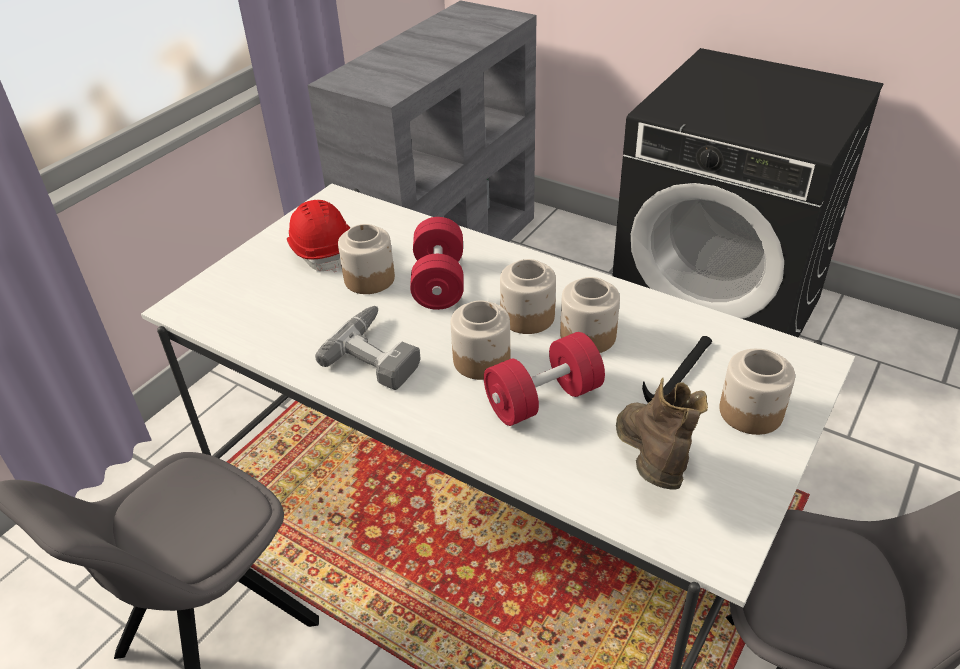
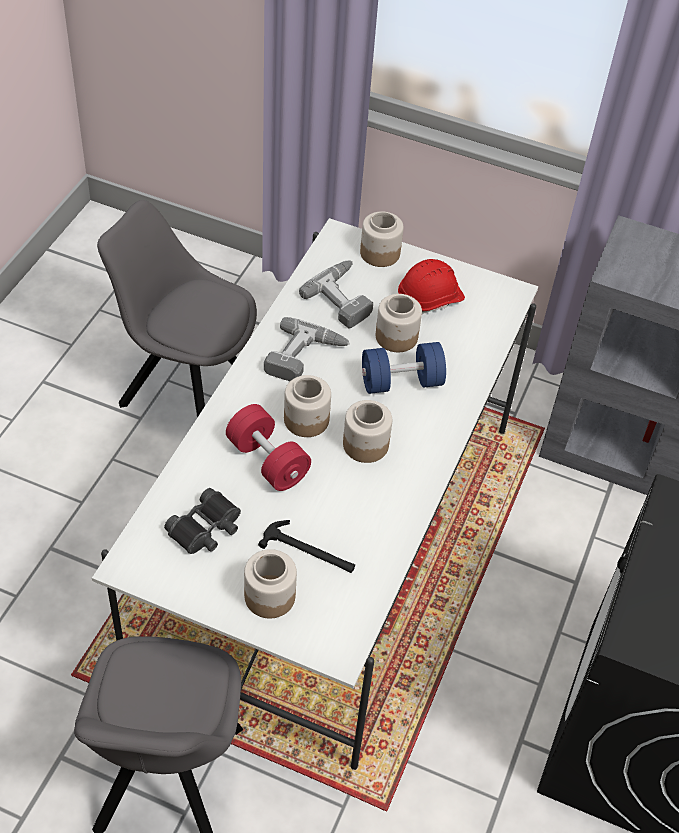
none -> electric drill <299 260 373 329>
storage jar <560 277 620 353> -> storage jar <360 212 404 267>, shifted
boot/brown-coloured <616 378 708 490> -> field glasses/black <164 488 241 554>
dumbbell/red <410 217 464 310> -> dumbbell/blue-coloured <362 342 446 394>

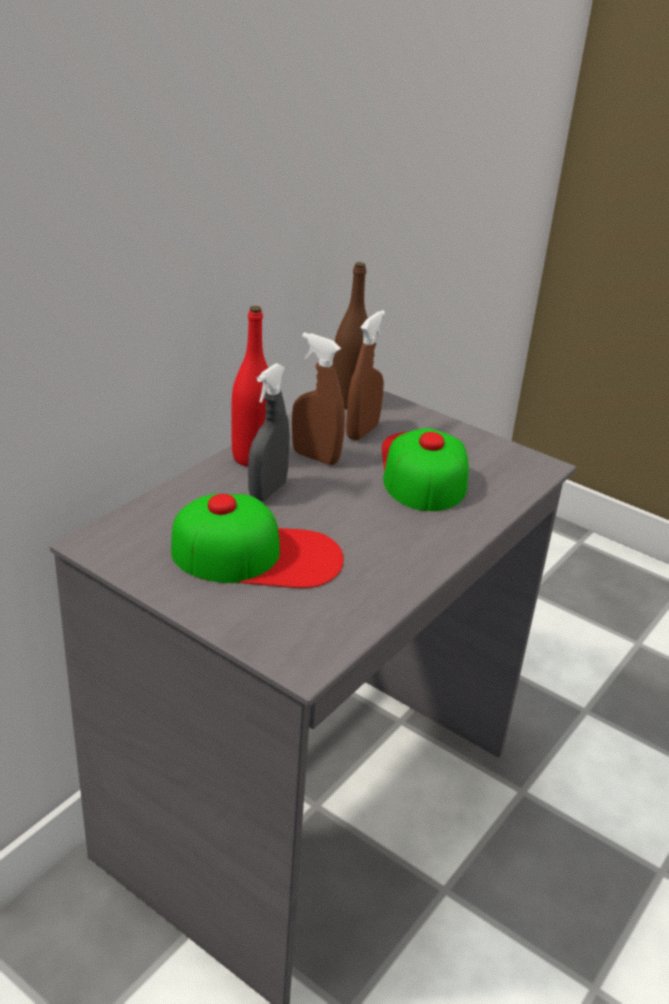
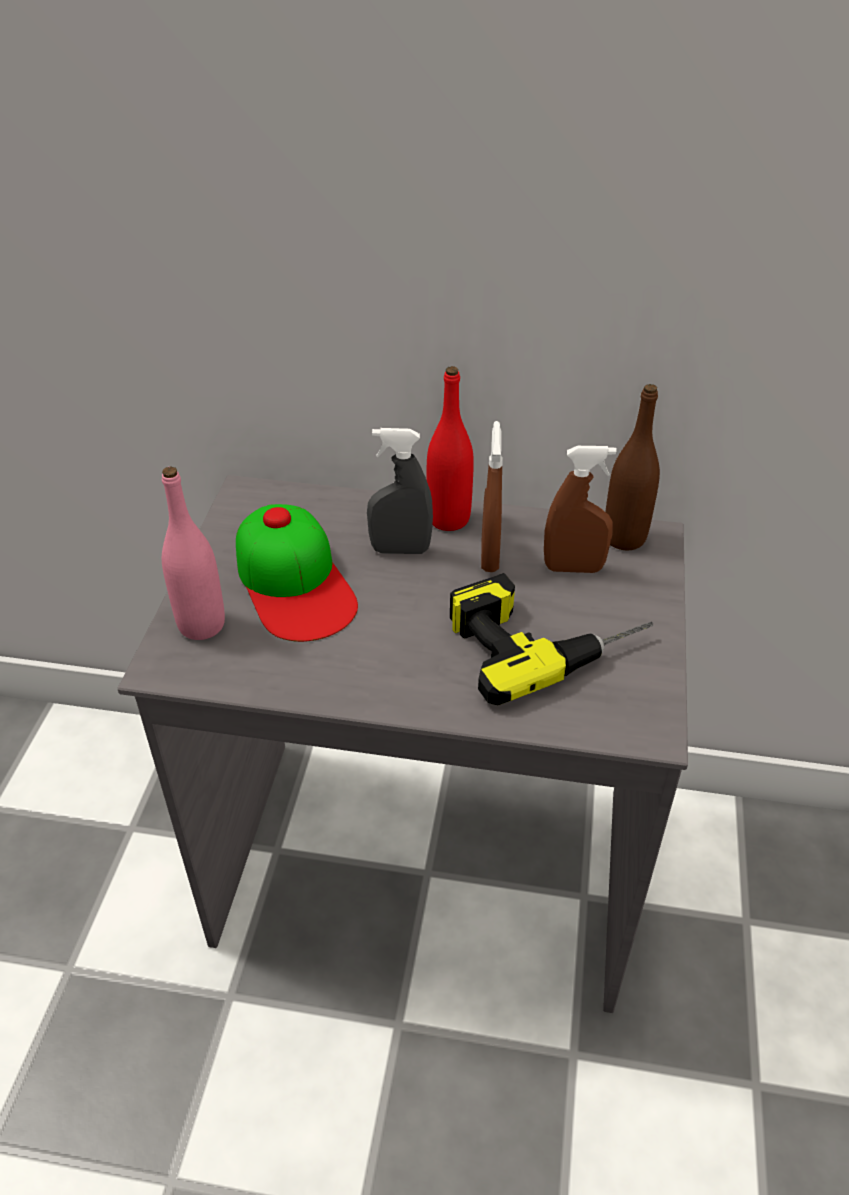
none -> bottle/pink <162 467 225 640>
peaked cap <382 428 469 511> -> electric drill <450 573 653 705>

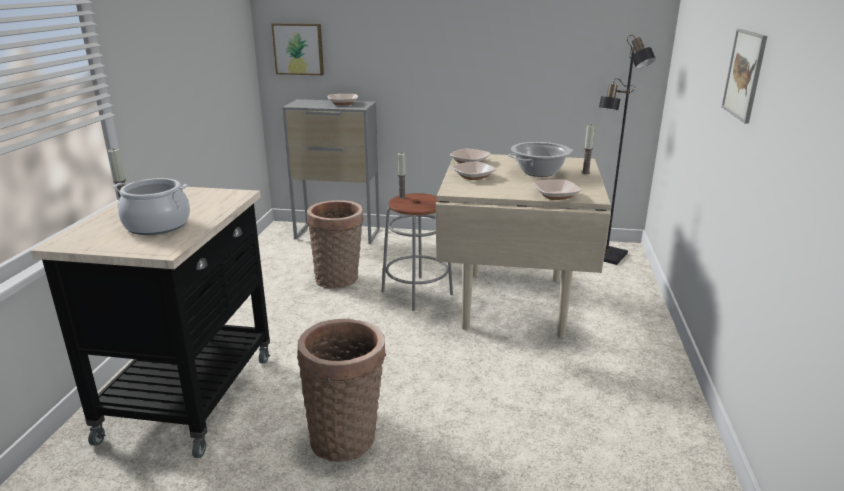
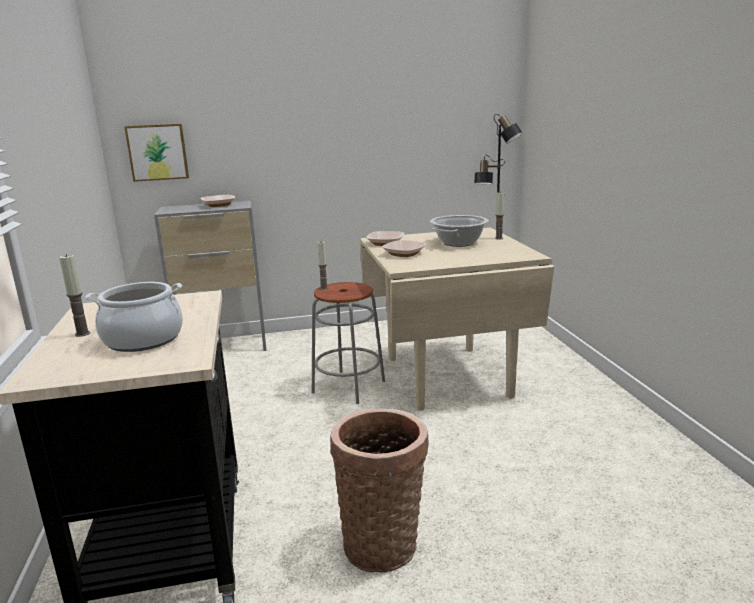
basket <307 200 364 289> -> none
bowl <533 180 581 200> -> none
picture <722 29 768 124> -> none

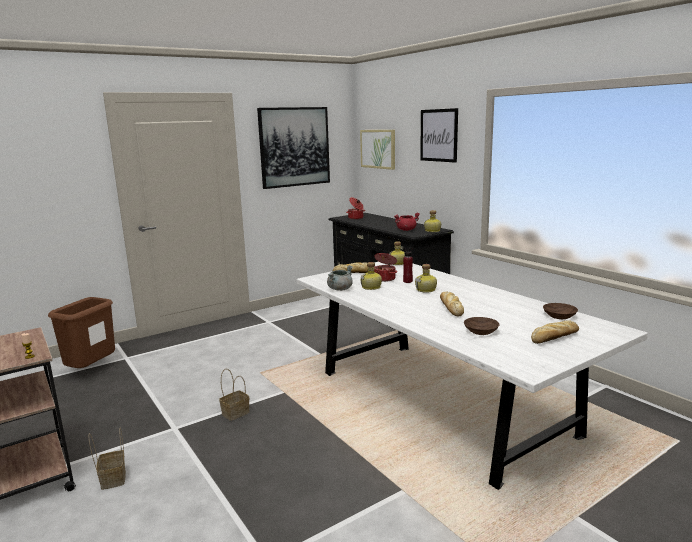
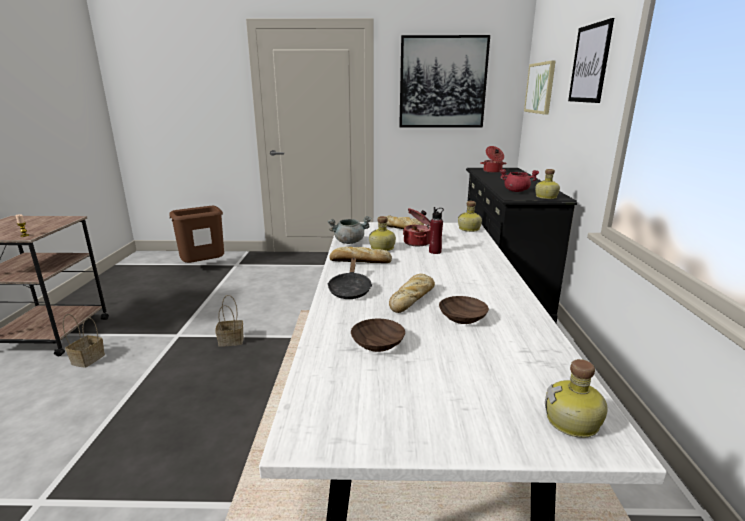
none -> pan/black <327 258 372 299>
bottle <415 264 437 293> -> bottle <545 359 608 438>, shifted
baked bread <531 320 579 344> -> baked bread <329 247 392 263>, shifted
bowl/brown-coloured <543 303 578 319> -> bowl/brown-coloured <439 296 489 324>, shifted

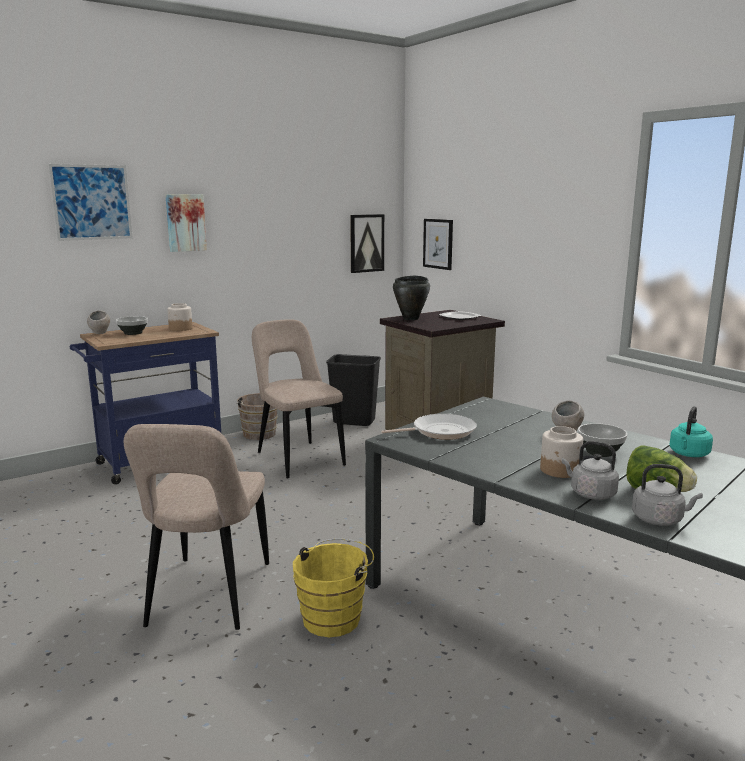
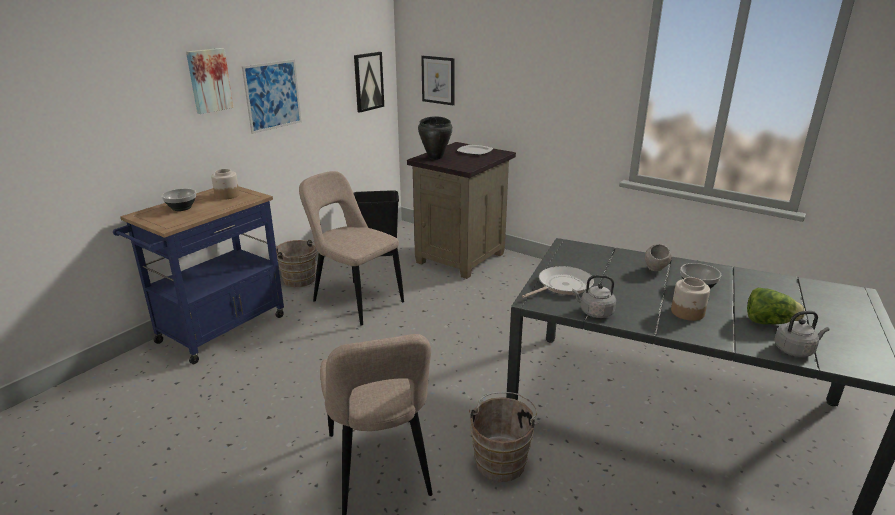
bowl/greyish <87 310 110 334> -> none
water kettle/turquoise <670 406 713 457> -> none
picture <48 164 133 241> -> picture <242 59 302 134>, shifted
water kettle/greyish <562 441 619 500> -> water kettle/greyish <572 275 616 318>, shifted
pail/yellow-coloured <293 538 374 637> -> pail/brown-coloured <469 392 540 482>

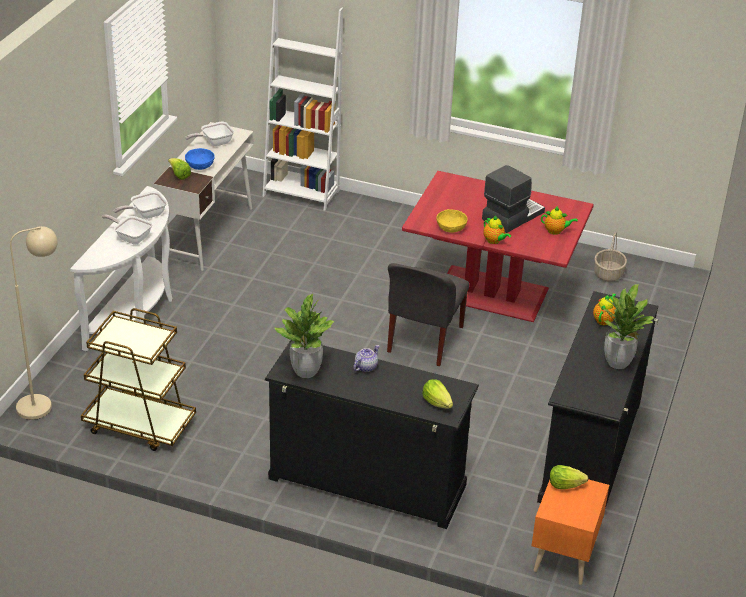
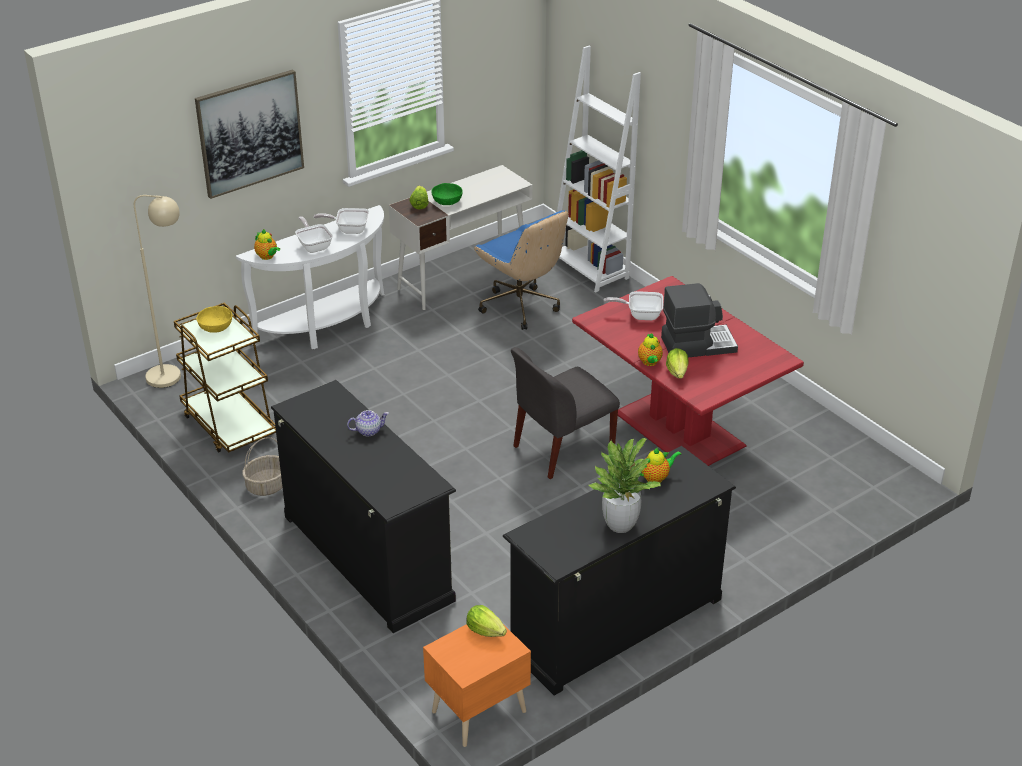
houseplant <274 293 335 378> -> none
none -> picture <195 70 304 199>
none -> computer chair/blue-coloured <474 210 568 330>
pan <185 121 234 146> -> pan <604 291 663 320>, shifted
lettuce head <422 379 453 409> -> lettuce head <666 348 689 379>, shifted
bowl/yellow-coloured <437 209 467 232> -> bowl/yellow-coloured <196 306 232 333>, shifted
teapot <541 206 578 235> -> teapot <254 229 280 260>, shifted
basket <594 232 627 282> -> basket <242 437 283 496>, shifted
bowl/blue-coloured <185 148 215 170> -> bowl/green <432 183 463 205>

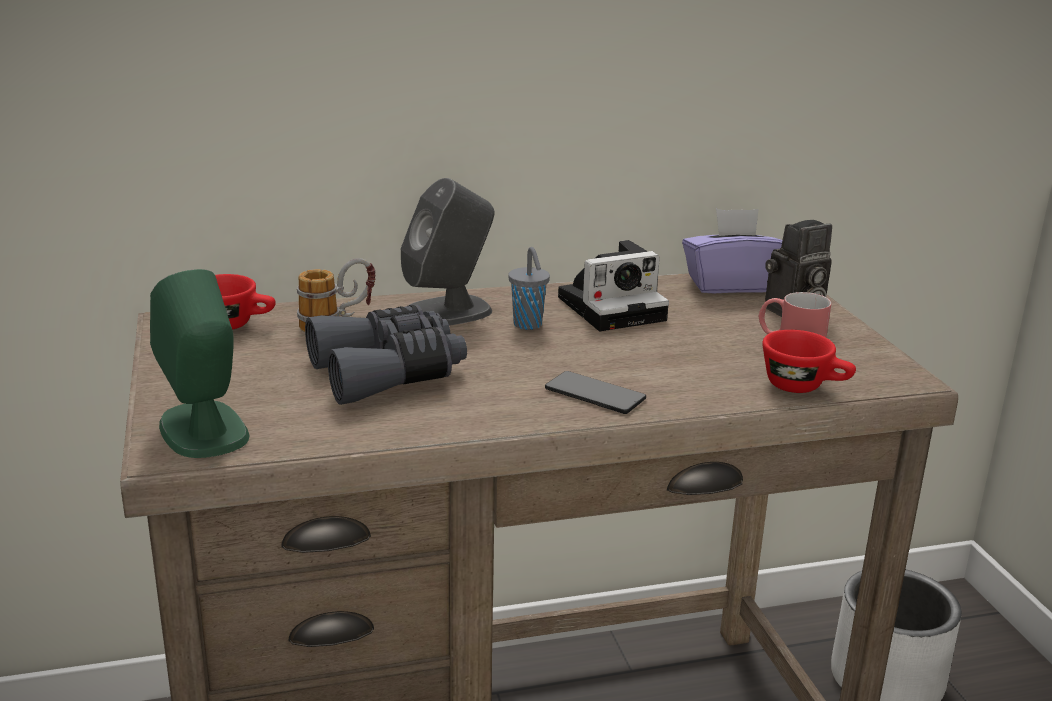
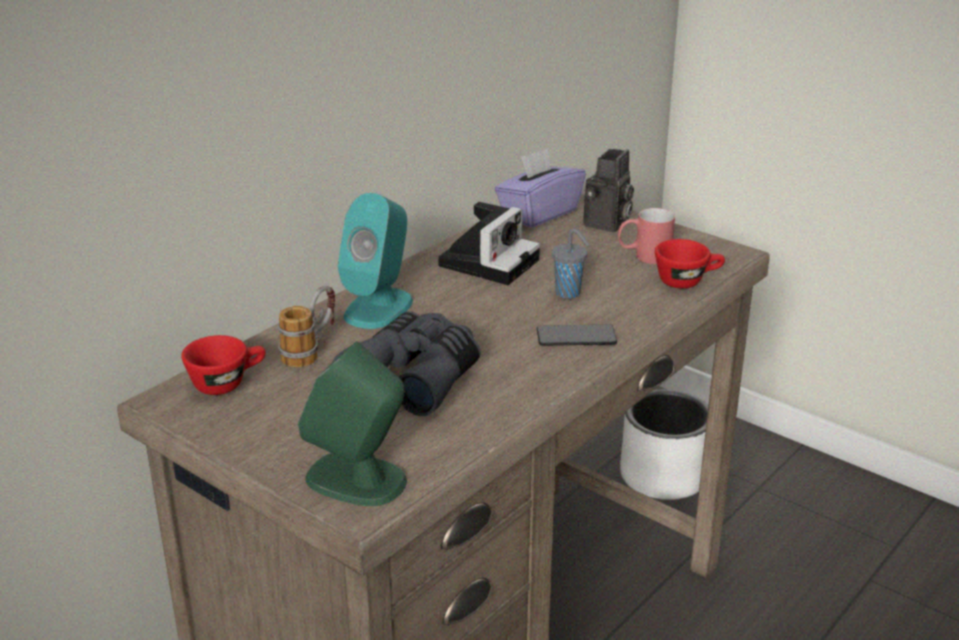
drinking cup/greyish <508 247 550 330> -> drinking cup/greyish <552 228 590 299>, shifted
speaker/greyish <401 178 494 326> -> speaker/turquoise <338 193 413 329>

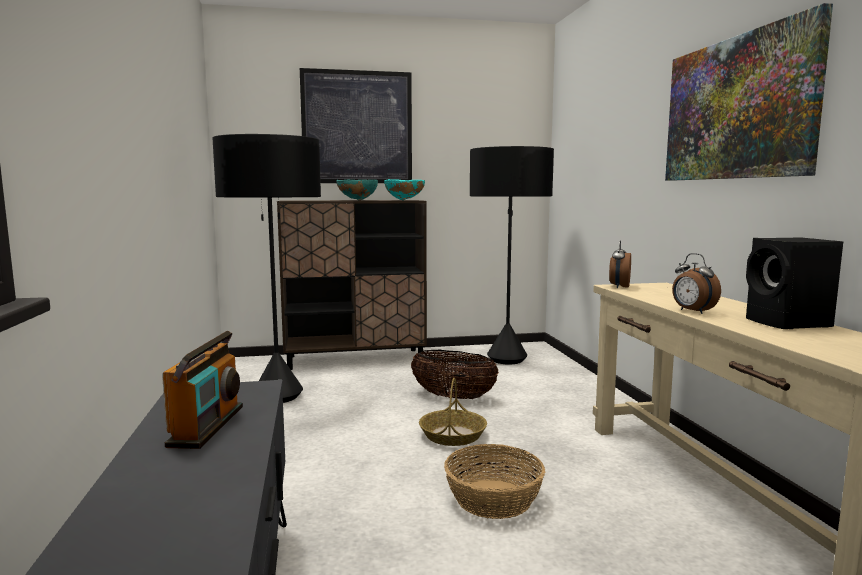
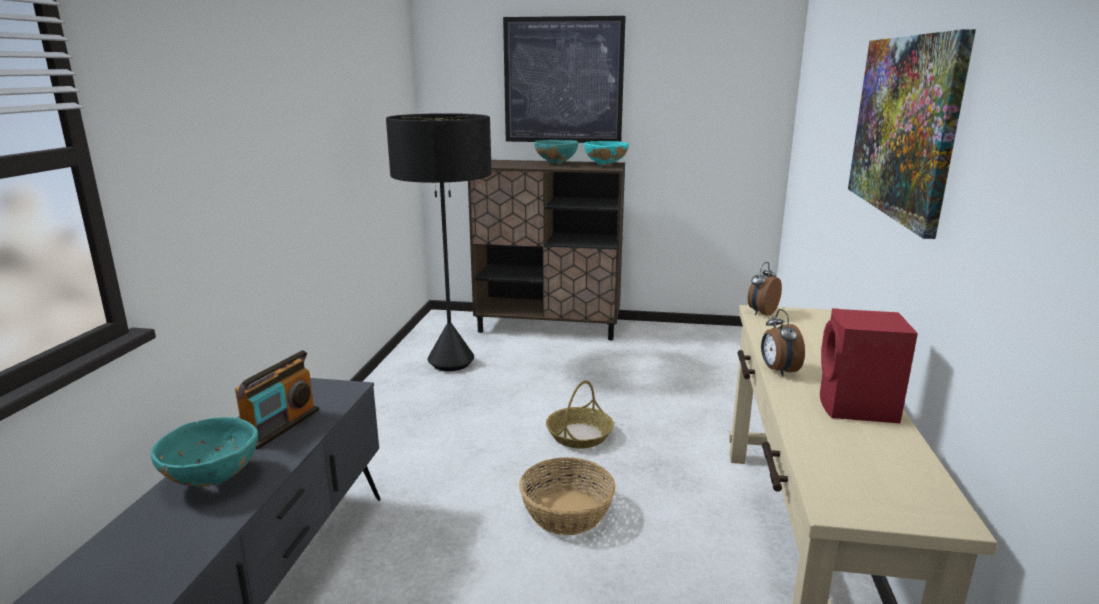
basket <411 350 499 399> -> none
standing lamp/black <470 146 554 364> -> none
none -> bowl/turquoise <151 417 258 487>
speaker/black <746 238 843 329> -> speaker/red <820 308 918 423>

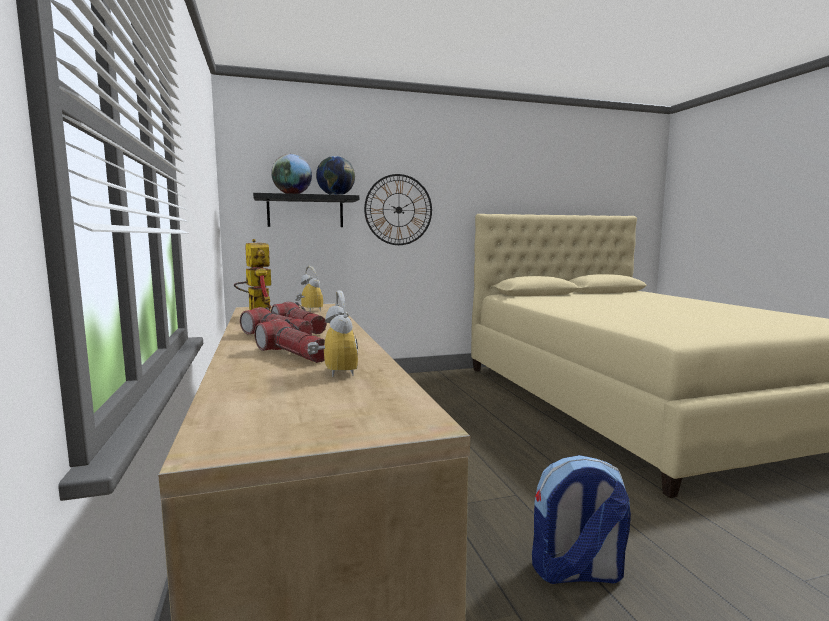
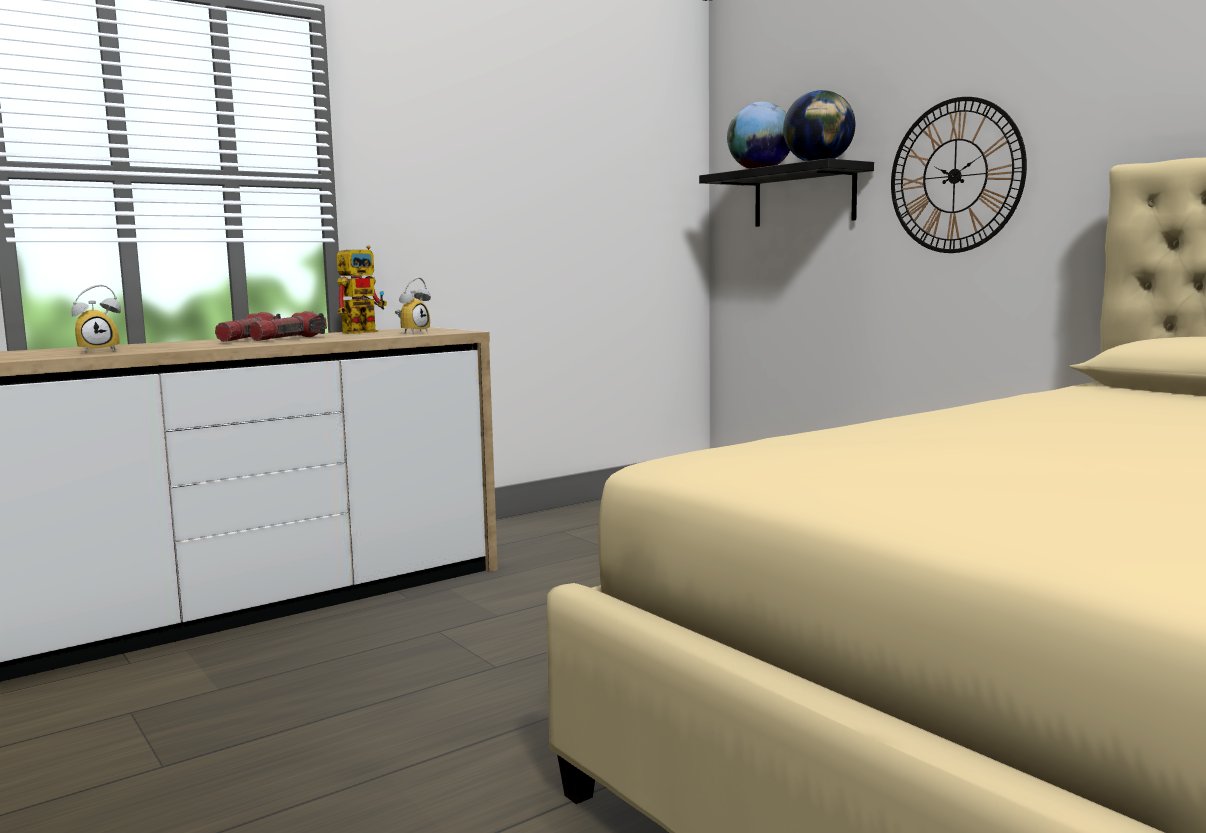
hand torch <254 319 325 363> -> none
backpack <532 455 631 584> -> none

